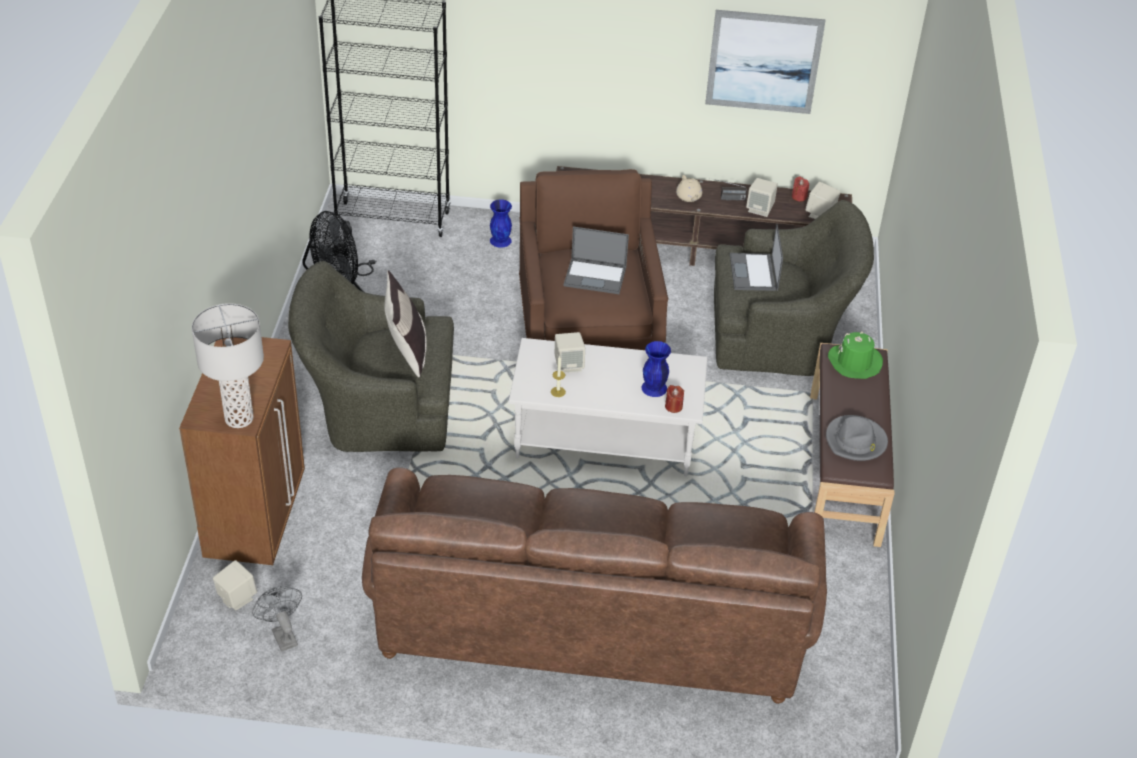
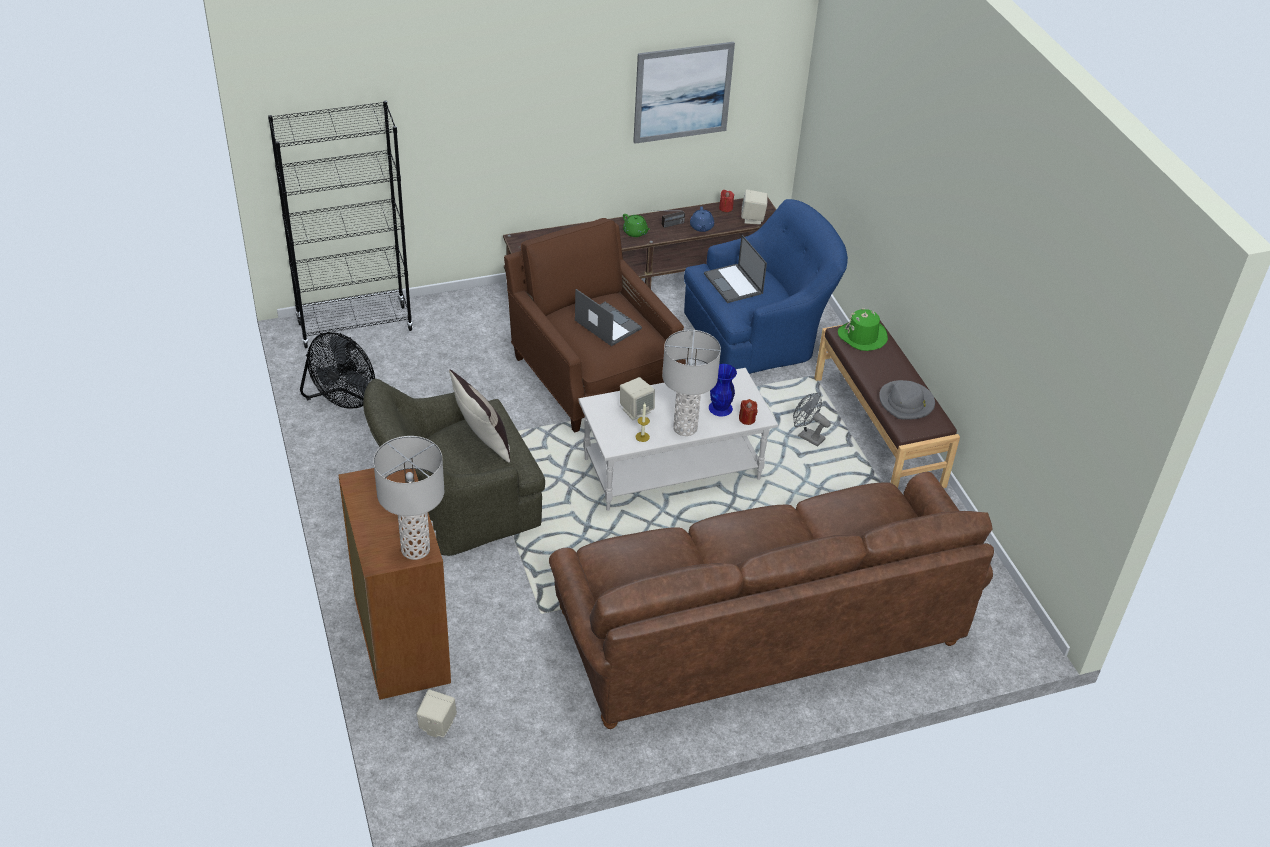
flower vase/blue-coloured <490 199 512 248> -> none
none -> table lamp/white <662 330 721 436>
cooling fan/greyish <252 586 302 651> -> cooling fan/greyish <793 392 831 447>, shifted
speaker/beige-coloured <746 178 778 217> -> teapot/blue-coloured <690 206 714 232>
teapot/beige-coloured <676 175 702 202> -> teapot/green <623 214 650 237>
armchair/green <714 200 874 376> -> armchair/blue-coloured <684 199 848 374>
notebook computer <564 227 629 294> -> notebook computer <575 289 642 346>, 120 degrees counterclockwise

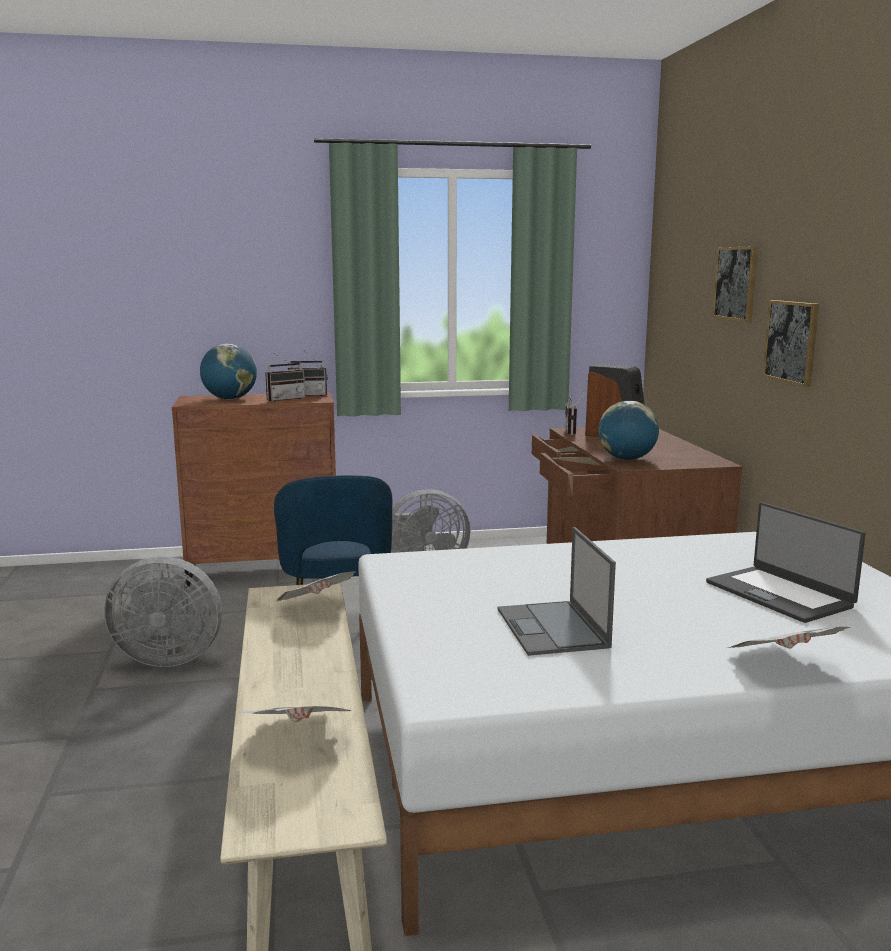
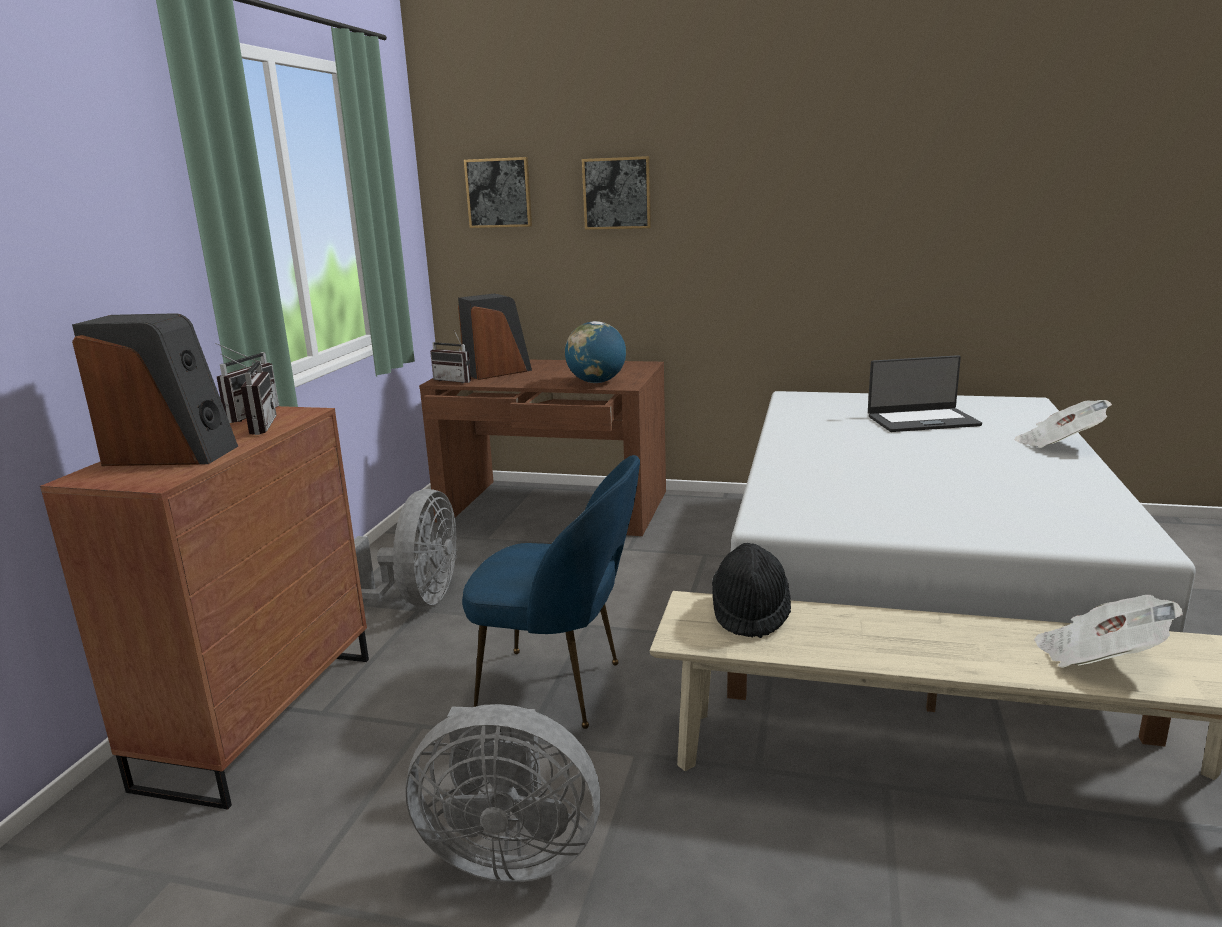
notebook computer <498 527 616 656> -> none
picture <763 300 819 387> -> picture <464 157 532 228>, shifted
desk globe <200 344 257 399> -> speaker <72 313 238 466>
printed paper <277 571 355 601> -> clothing hat/black <712 543 791 638>
cooling fan/greyish <104 556 222 667> -> cooling fan/greyish <406 704 601 882>, 75 degrees clockwise

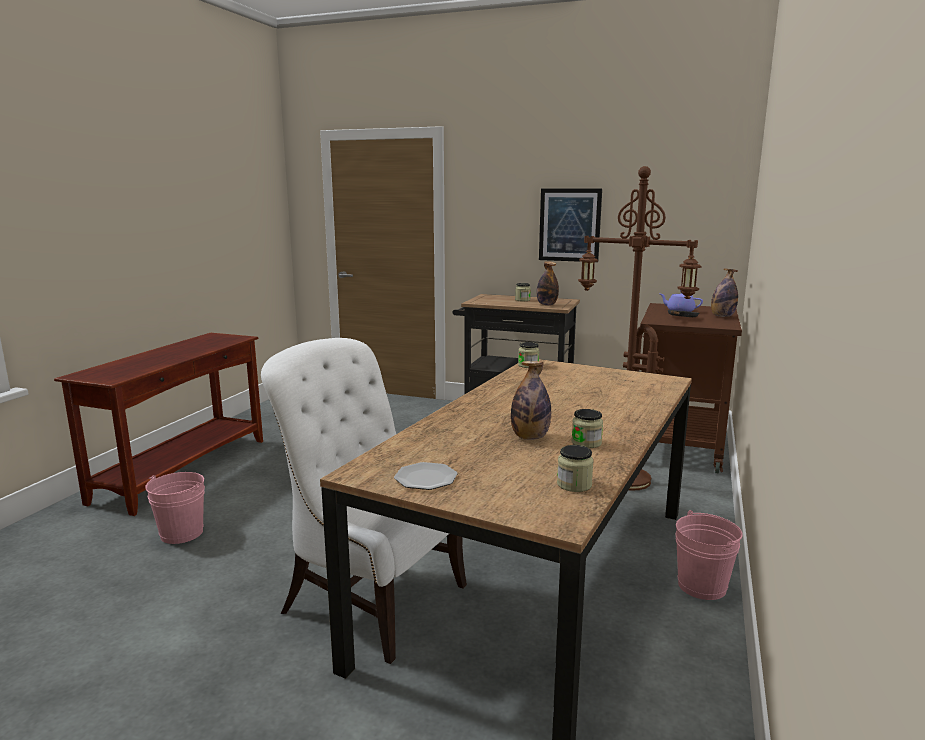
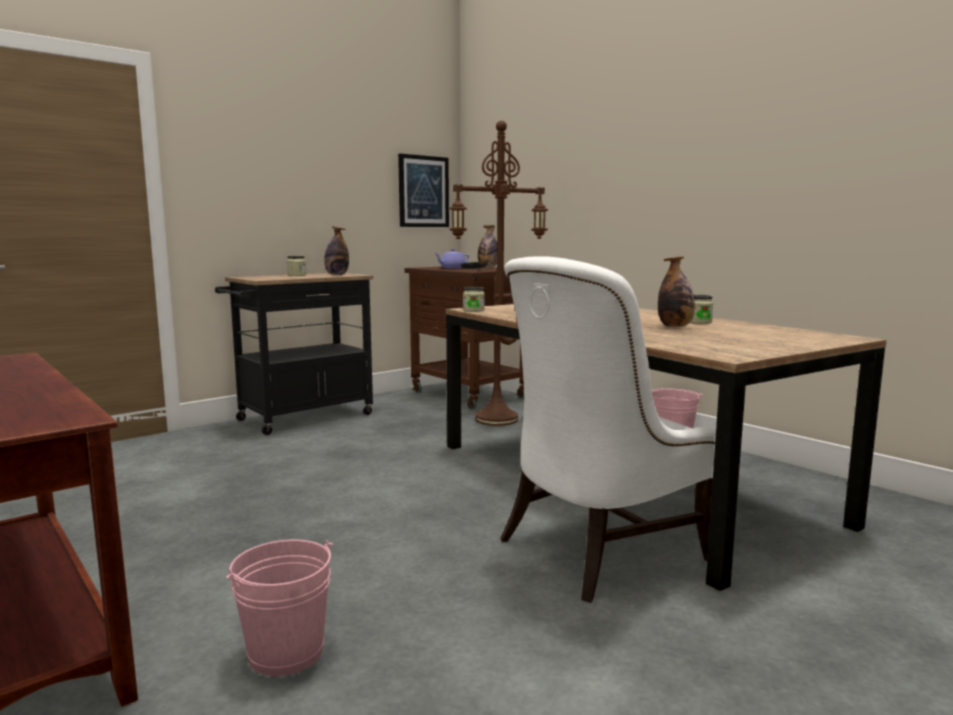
dinner plate <394 462 458 490> -> none
storage jar <557 445 594 492> -> none
picture <539 189 602 262> -> picture <398 153 449 227>, shifted

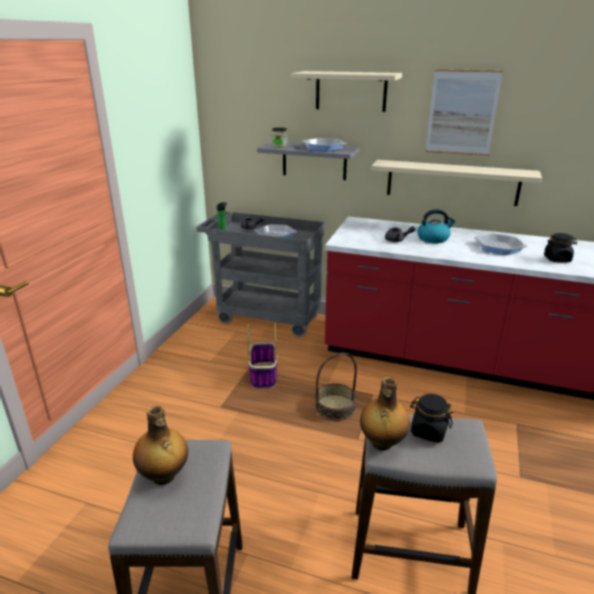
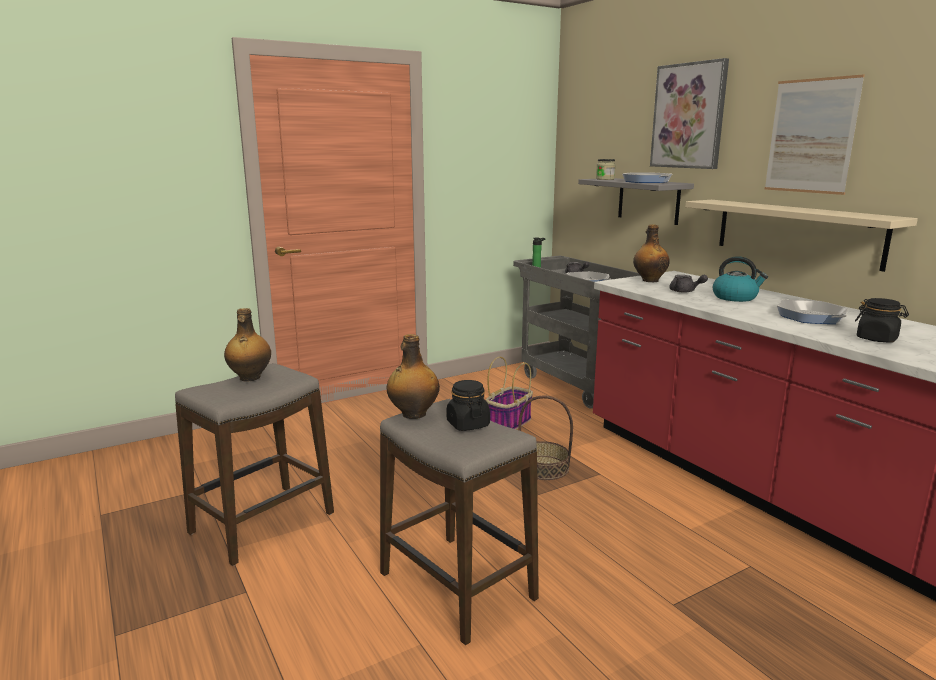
none -> bottle <633 224 670 282>
bracket shelf/beige-coloured <291 71 402 112> -> picture <650 58 729 169>

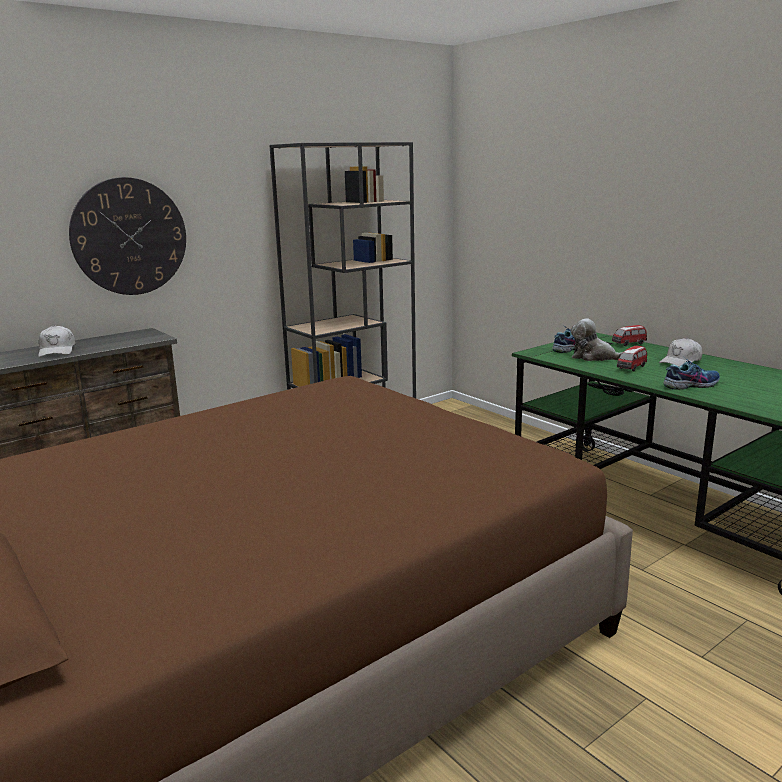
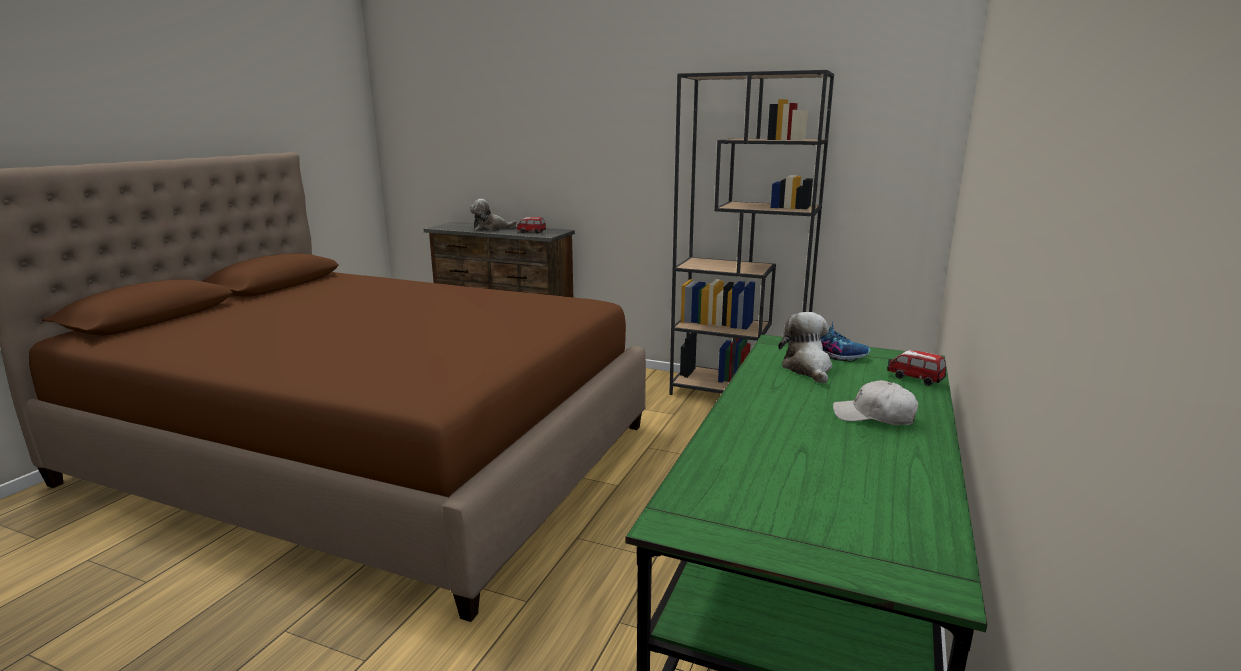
wall clock <69 177 186 295> -> none
item of footwear <663 357 720 390> -> none
model car <617 346 647 371> -> model car <516 217 546 234>, shifted
peaked cap/white <38 325 75 357> -> plush toy <470 199 517 231>

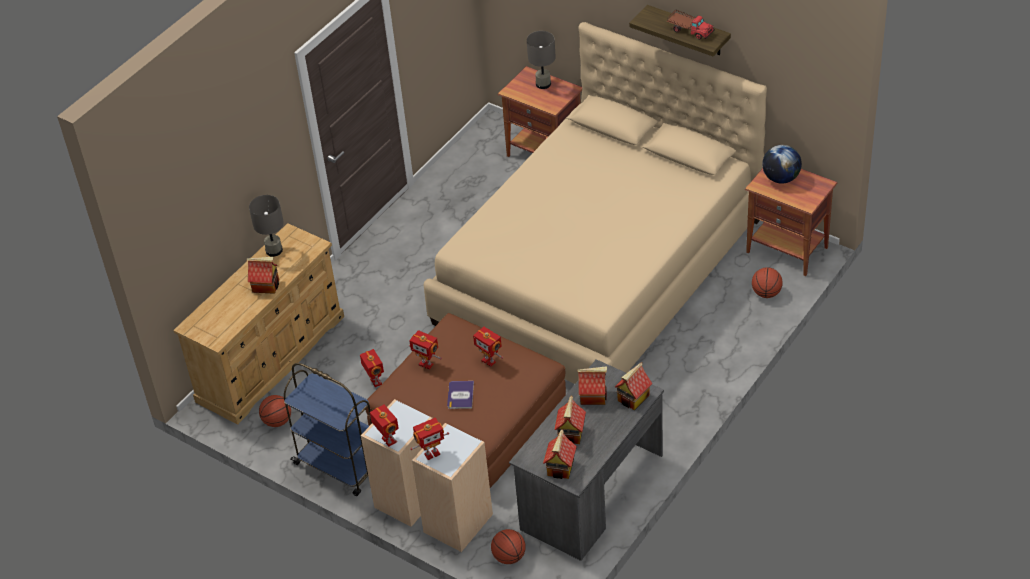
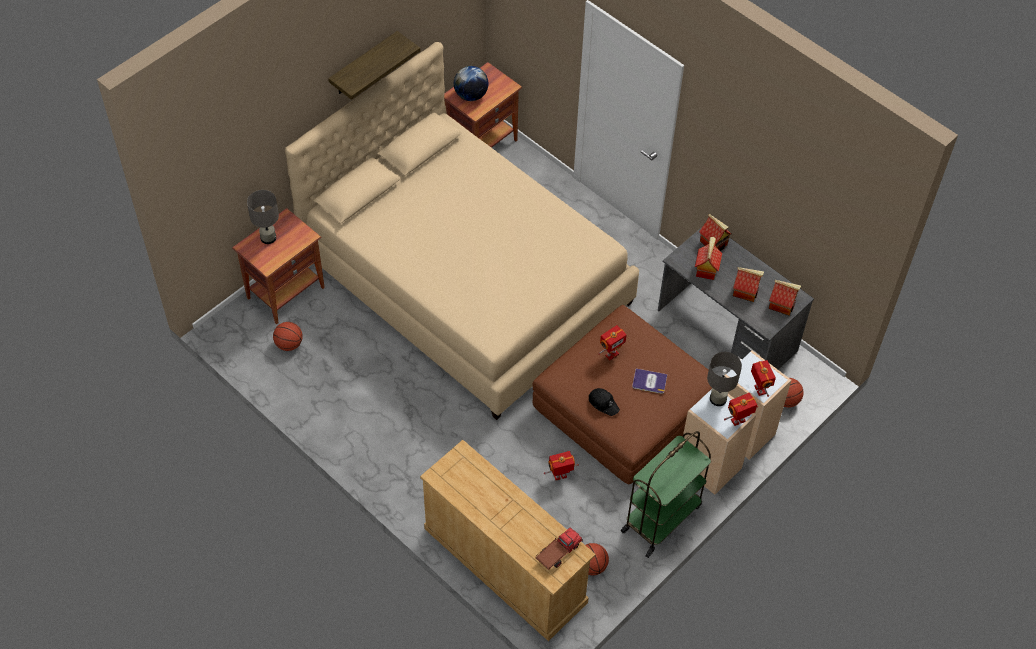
miniature house <246 257 279 294> -> none
table lamp/greyish <249 195 284 257> -> table lamp/greyish <707 352 742 406>, shifted
toy lorry <667 9 715 39> -> toy lorry <535 527 583 570>, shifted
ball for basketball <752 267 783 298> -> ball for basketball <273 322 303 351>, shifted
robot figure <409 330 442 370> -> peaked cap/black <589 388 620 416>
wheeled cart/blue-coloured <284 363 372 496> -> wheeled cart/green <621 431 711 558>

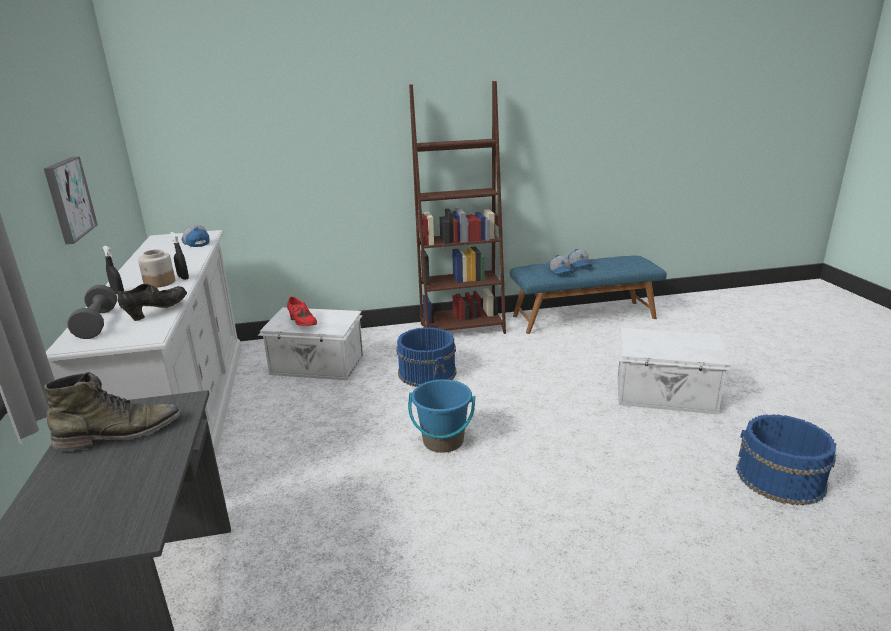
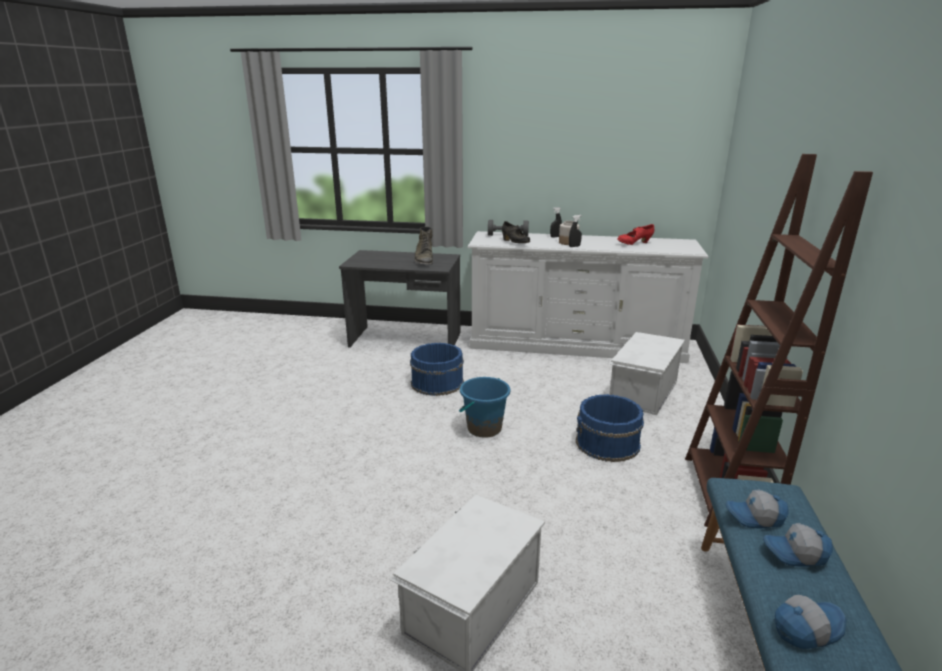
picture <44 157 98 244> -> none
peaked cap <181 225 209 247> -> peaked cap <775 595 847 649>, shifted
item of footwear/red <287 297 317 326> -> item of footwear/red <617 224 654 245>, shifted
pail/blue-coloured <736 414 836 506> -> pail/blue-coloured <410 343 464 396>, shifted

